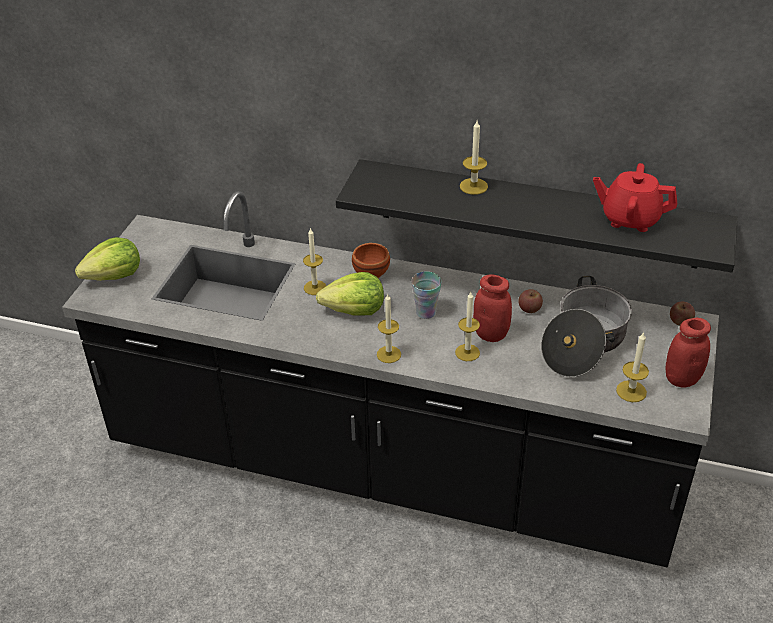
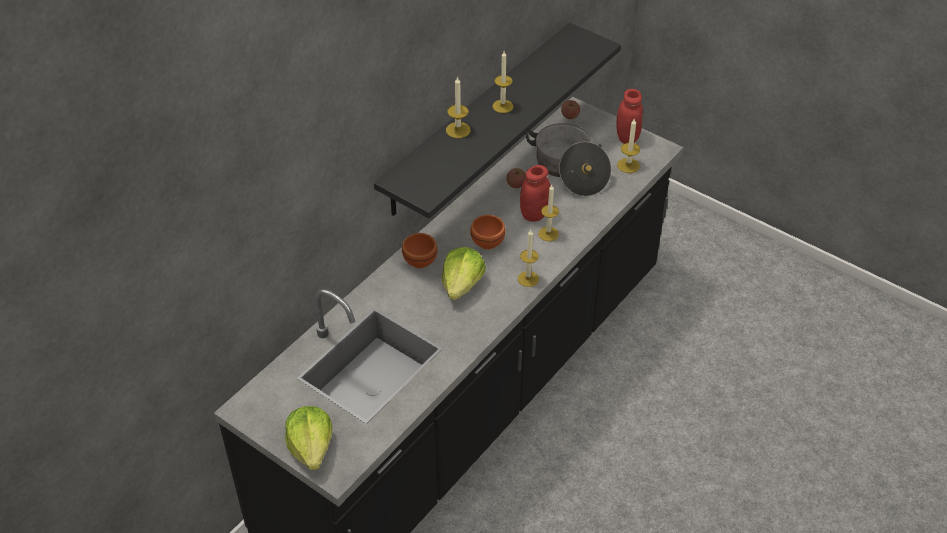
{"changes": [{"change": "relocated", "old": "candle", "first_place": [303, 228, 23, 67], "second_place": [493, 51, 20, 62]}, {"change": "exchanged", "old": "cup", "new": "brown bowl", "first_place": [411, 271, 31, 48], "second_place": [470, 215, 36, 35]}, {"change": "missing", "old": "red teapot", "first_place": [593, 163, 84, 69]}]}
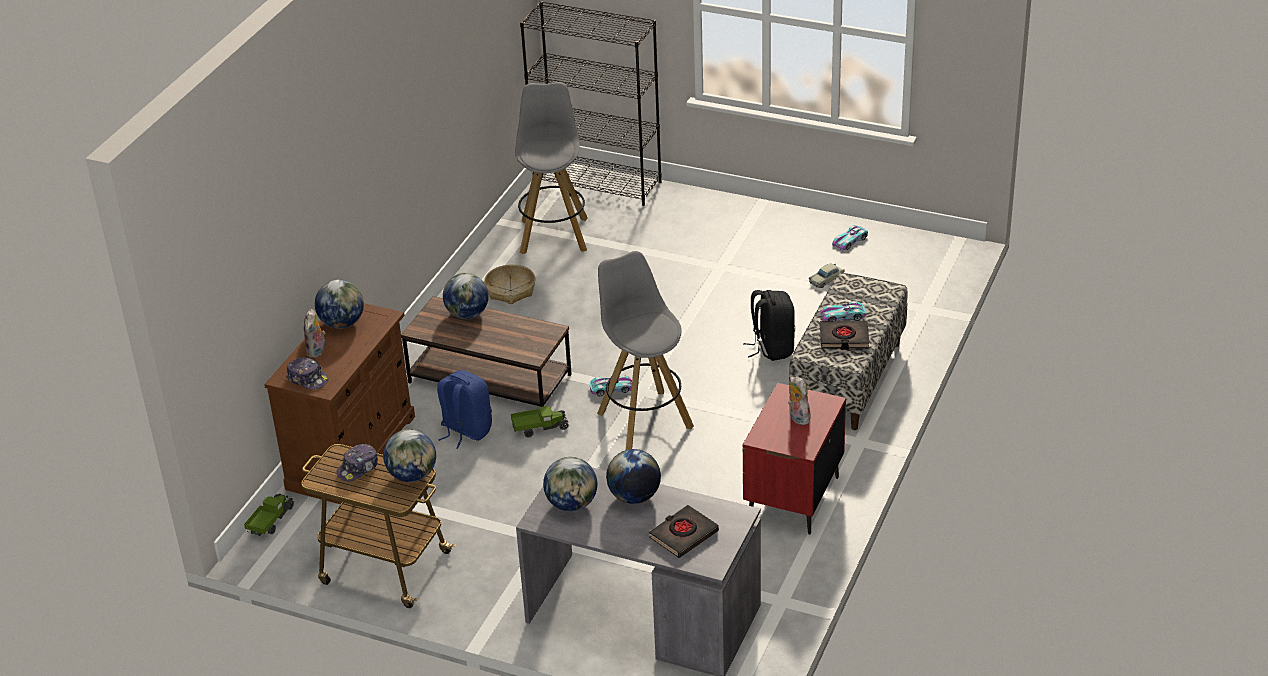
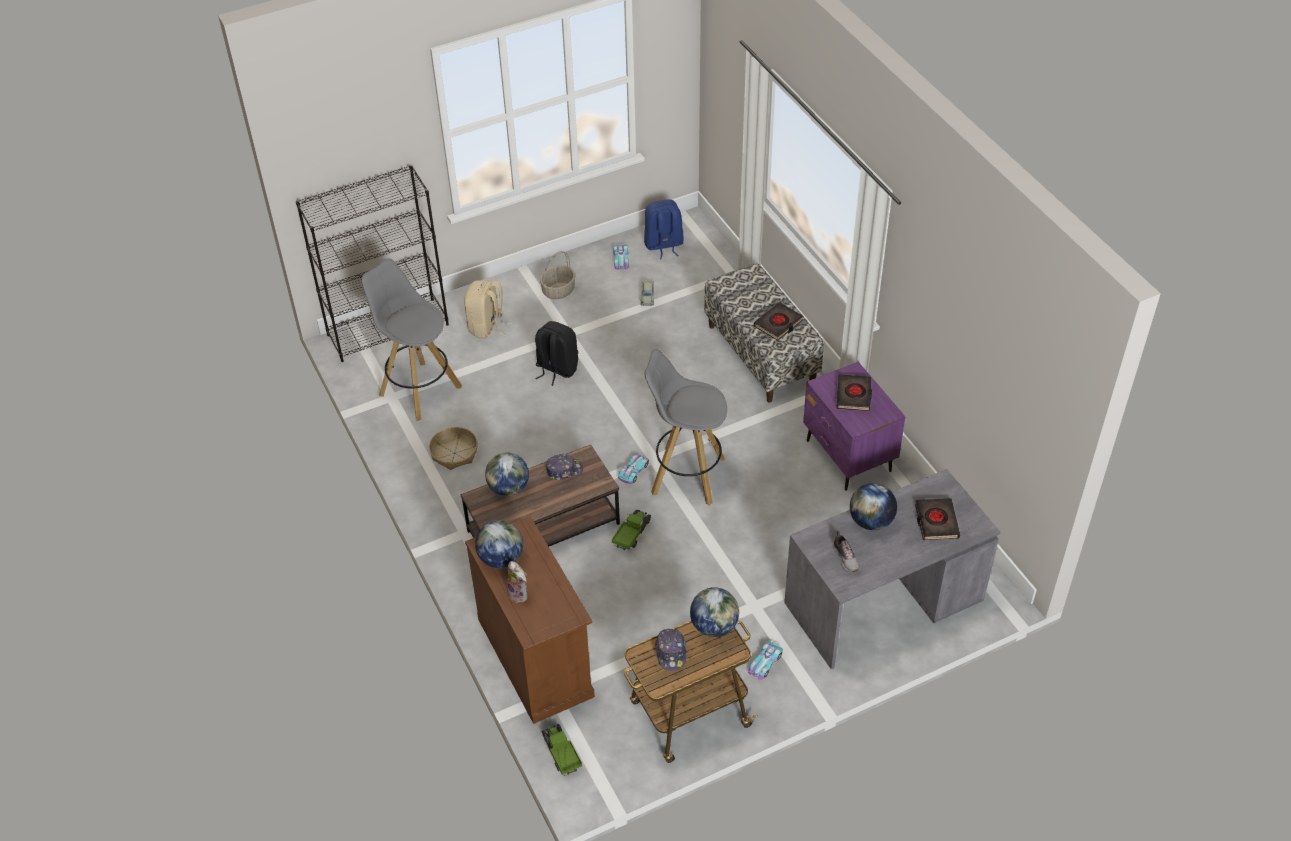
{"changes": [{"change": "relocated", "old": "cap", "first_place": [286, 357, 43, 32], "second_place": [546, 454, 37, 26]}, {"change": "relocated", "old": "blue backpack", "first_place": [437, 370, 55, 79], "second_place": [644, 199, 40, 60]}, {"change": "exchanged", "old": "globe", "new": "shoe", "first_place": [543, 457, 54, 55], "second_place": [833, 531, 27, 41]}, {"change": "relocated", "old": "black backpack", "first_place": [743, 290, 52, 71], "second_place": [535, 321, 43, 65]}, {"change": "colour", "old": "red nightstand", "new": "purple nightstand", "first_place": [743, 383, 103, 152], "second_place": [803, 362, 102, 129]}, {"change": "exchanged", "old": "plush toy", "new": "black book", "first_place": [788, 376, 22, 49], "second_place": [836, 374, 36, 37]}, {"change": "relocated", "old": "toy car", "first_place": [821, 301, 45, 20], "second_place": [748, 641, 35, 39]}, {"change": "appeared", "new": "beige backpack", "second_place": [464, 280, 48, 59]}, {"change": "appeared", "new": "basket", "second_place": [540, 251, 35, 48]}]}
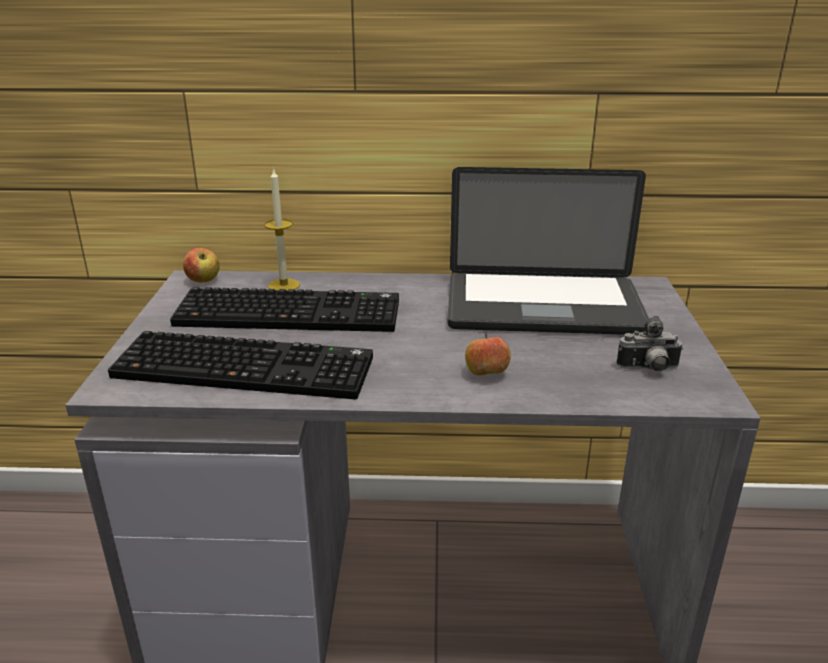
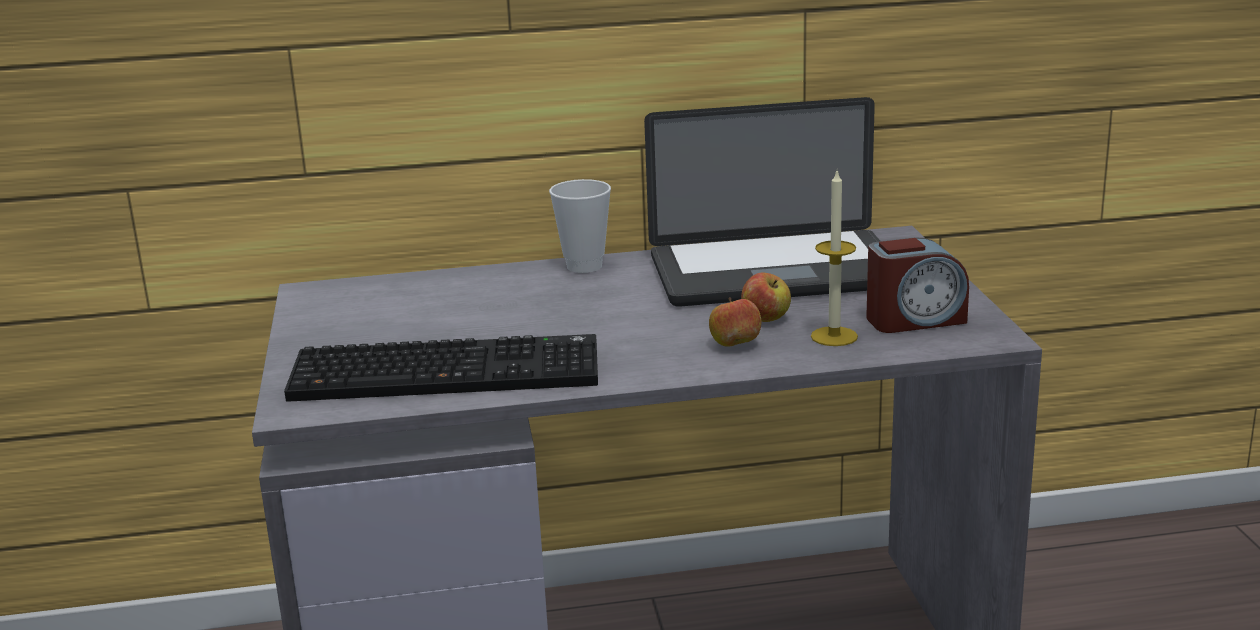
{"changes": [{"change": "missing", "old": "keyboard", "first_place": [170, 287, 229, 45]}, {"change": "relocated", "old": "apple", "first_place": [183, 248, 37, 35], "second_place": [741, 273, 50, 49]}, {"change": "relocated", "old": "candle", "first_place": [264, 168, 36, 122], "second_place": [811, 171, 47, 175]}, {"change": "exchanged", "old": "photo camera", "new": "alarm clock", "first_place": [616, 316, 67, 56], "second_place": [866, 238, 103, 95]}, {"change": "appeared", "new": "cup", "second_place": [549, 179, 62, 94]}]}
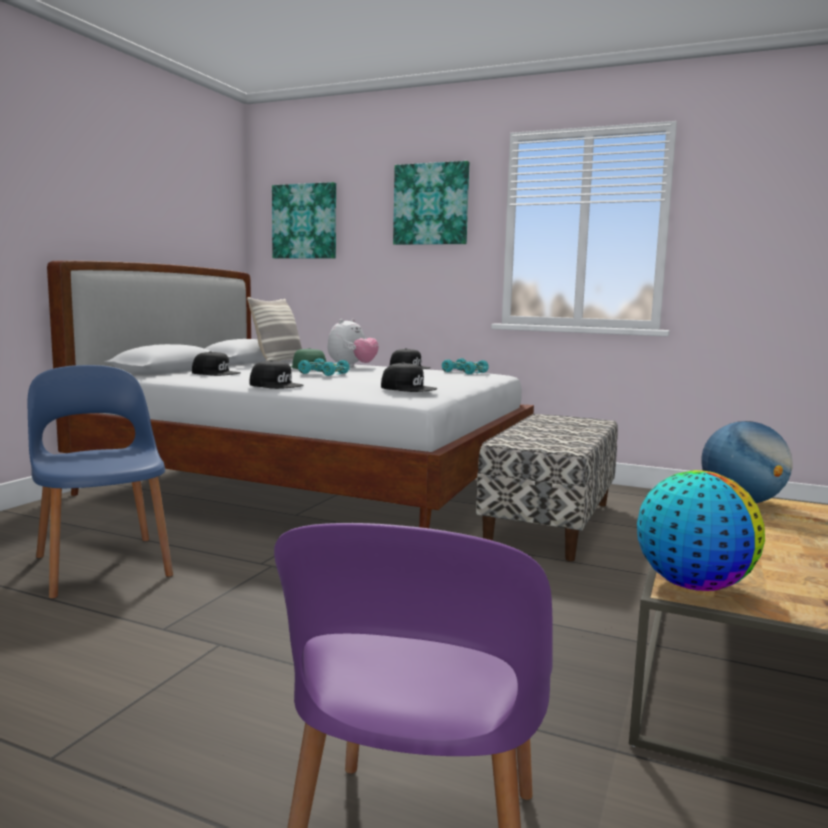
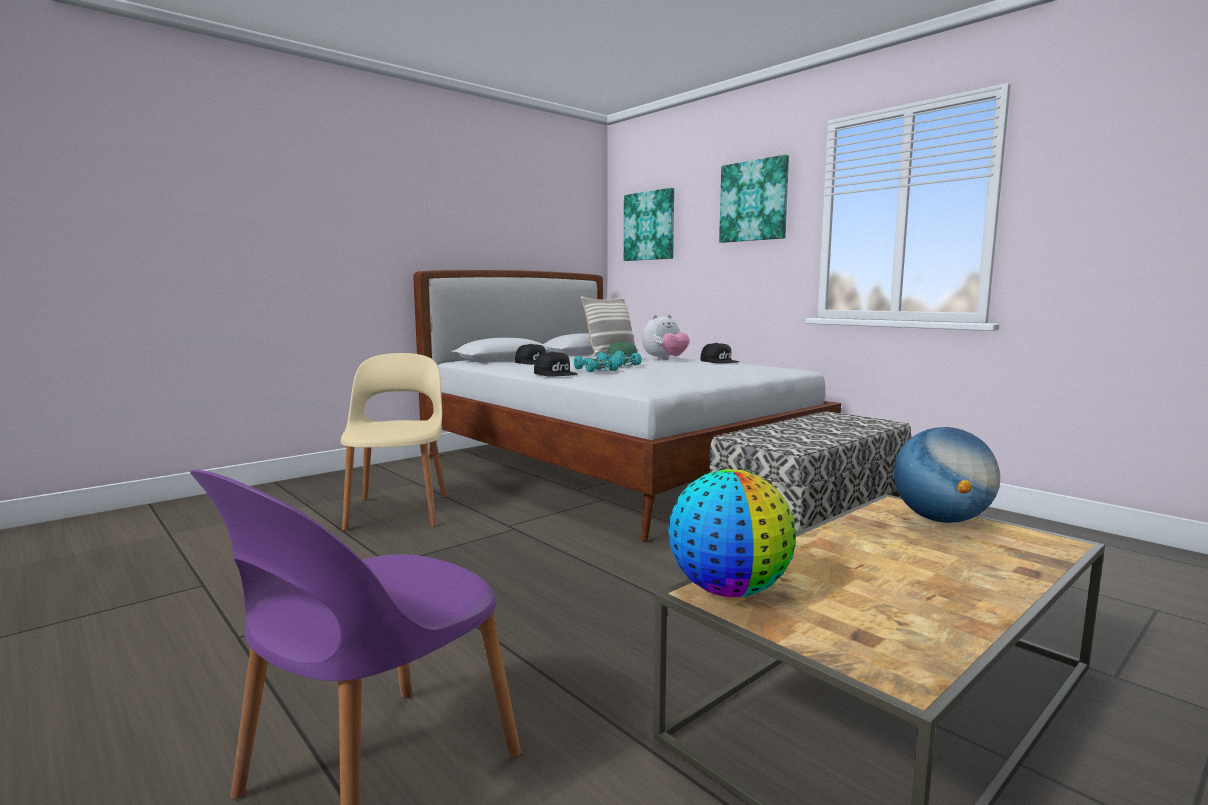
{"changes": [{"change": "colour", "old": "blue chair", "new": "beige chair", "first_place": [28, 365, 145, 234], "second_place": [341, 353, 106, 178]}, {"change": "missing", "old": "black cap", "first_place": [381, 362, 56, 30]}, {"change": "relocated", "old": "turquoise toy car", "first_place": [442, 358, 47, 16], "second_place": [574, 355, 45, 17]}]}
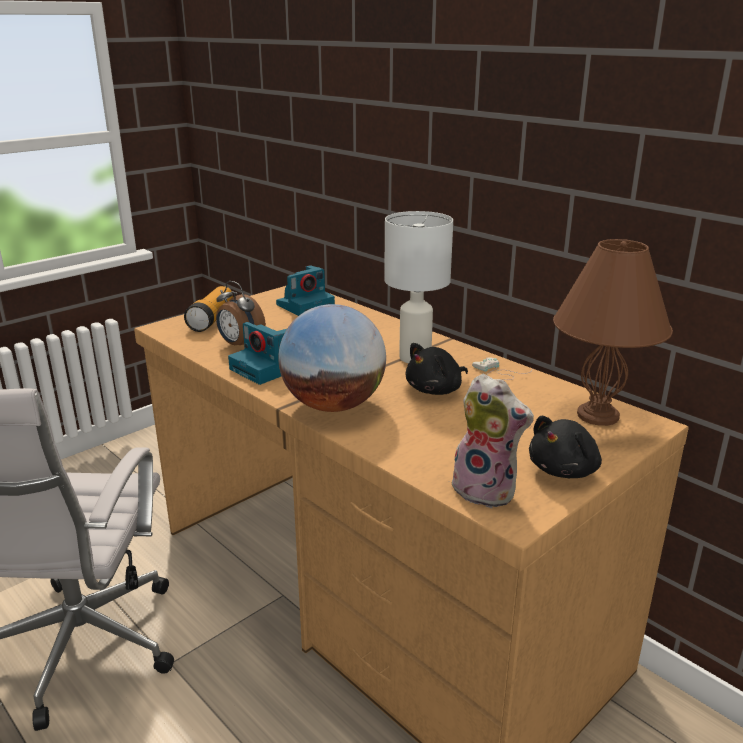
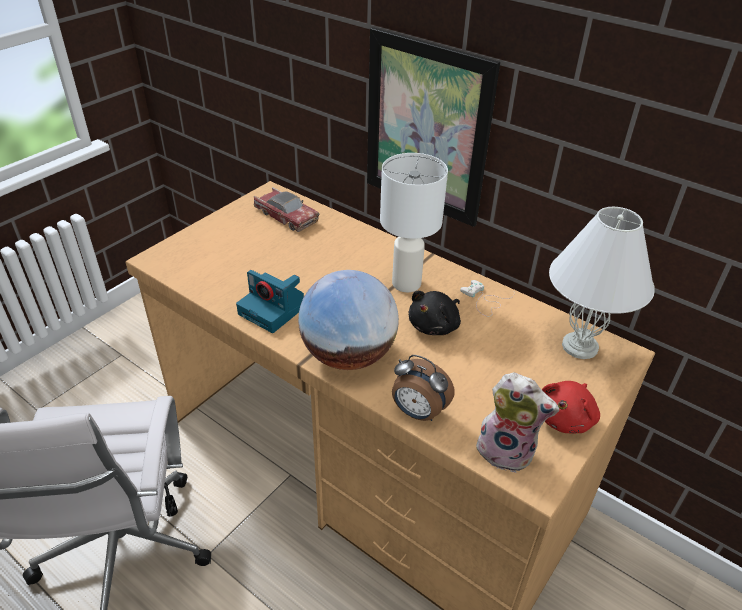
{"changes": [{"change": "missing", "old": "flashlight", "first_place": [184, 286, 49, 46]}, {"change": "relocated", "old": "alarm clock", "first_place": [216, 281, 50, 64], "second_place": [392, 355, 63, 66]}, {"change": "exchanged", "old": "photo camera", "new": "toy car", "first_place": [276, 265, 59, 51], "second_place": [254, 187, 65, 45]}, {"change": "colour", "old": "black plush toy", "new": "red plush toy", "first_place": [529, 416, 73, 62], "second_place": [542, 381, 58, 52]}, {"change": "colour", "old": "brown table lamp", "new": "white table lamp", "first_place": [553, 239, 120, 187], "second_place": [549, 207, 106, 152]}, {"change": "appeared", "new": "picture", "second_place": [367, 27, 133, 200]}]}
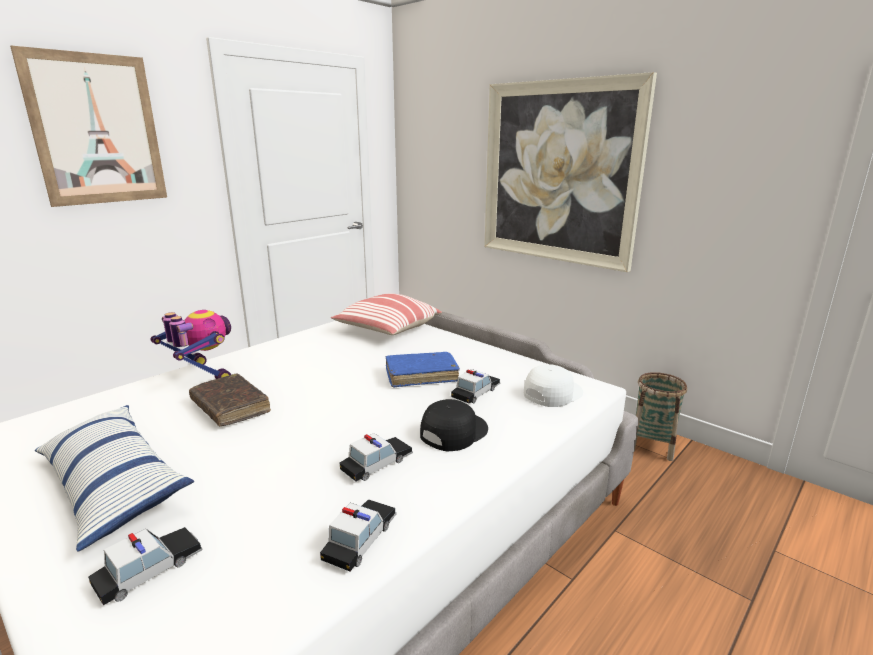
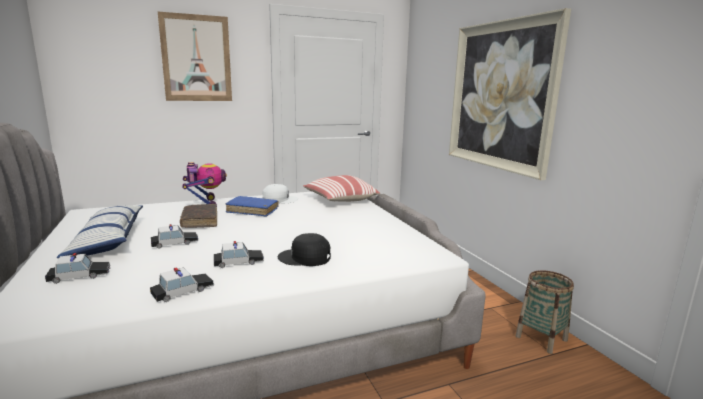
{"changes": [{"change": "relocated", "old": "blue book", "first_place": [386, 352, 74, 36], "second_place": [225, 196, 54, 20]}, {"change": "spun", "old": "black cap", "first_place": [420, 399, 68, 52], "second_place": [278, 233, 53, 33], "degrees": -150}, {"change": "relocated", "old": "toy car", "first_place": [451, 369, 49, 34], "second_place": [151, 224, 47, 25]}, {"change": "relocated", "old": "white cap", "first_place": [524, 364, 59, 43], "second_place": [262, 184, 36, 20]}]}
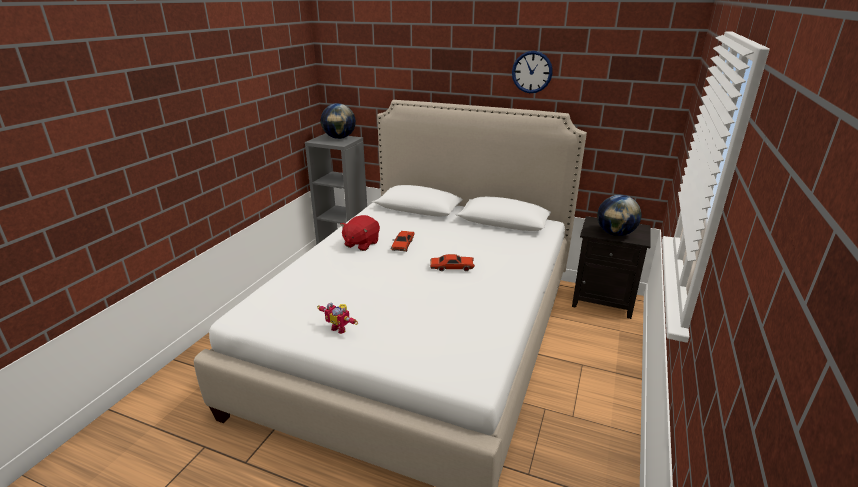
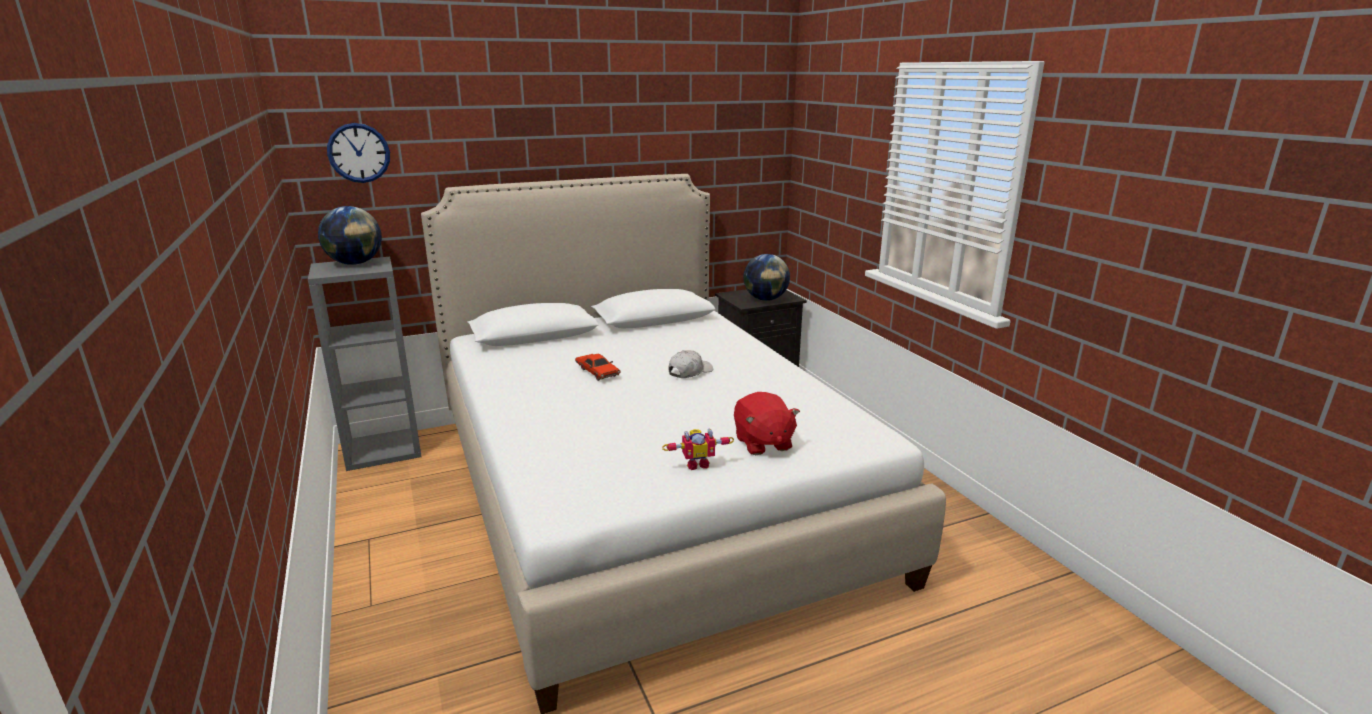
{"changes": [{"change": "relocated", "old": "red plush toy", "first_place": [340, 215, 40, 36], "second_place": [734, 392, 66, 63]}, {"change": "exchanged", "old": "red toy car", "new": "white cap", "first_place": [430, 254, 45, 17], "second_place": [668, 350, 45, 28]}, {"change": "relocated", "old": "wall clock", "first_place": [512, 51, 41, 42], "second_place": [327, 123, 63, 60]}]}
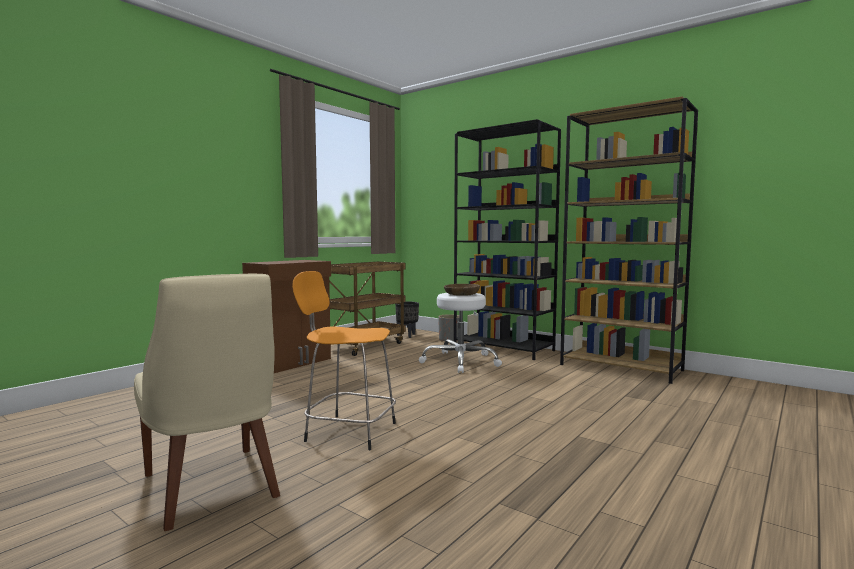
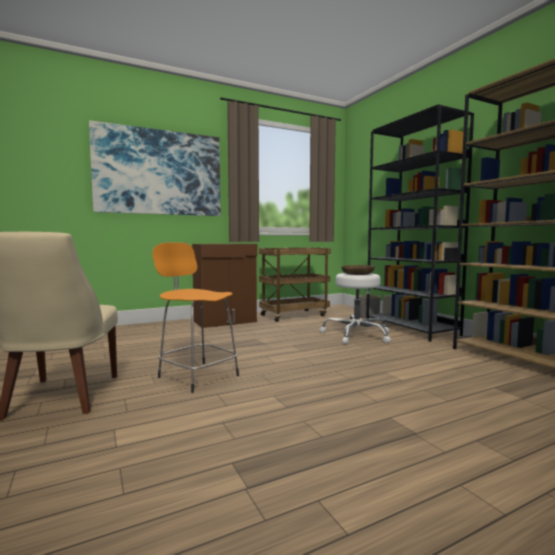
{"changes": [{"change": "missing", "old": "black planter", "first_place": [395, 301, 24, 37]}, {"change": "appeared", "new": "picture", "second_place": [89, 120, 131, 96]}]}
